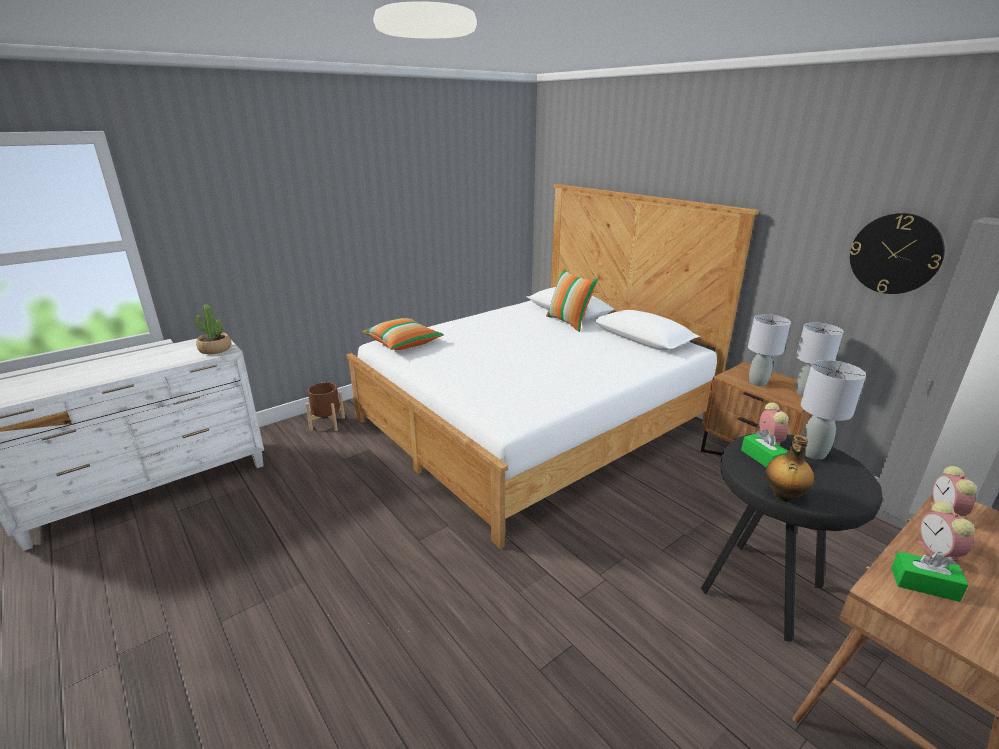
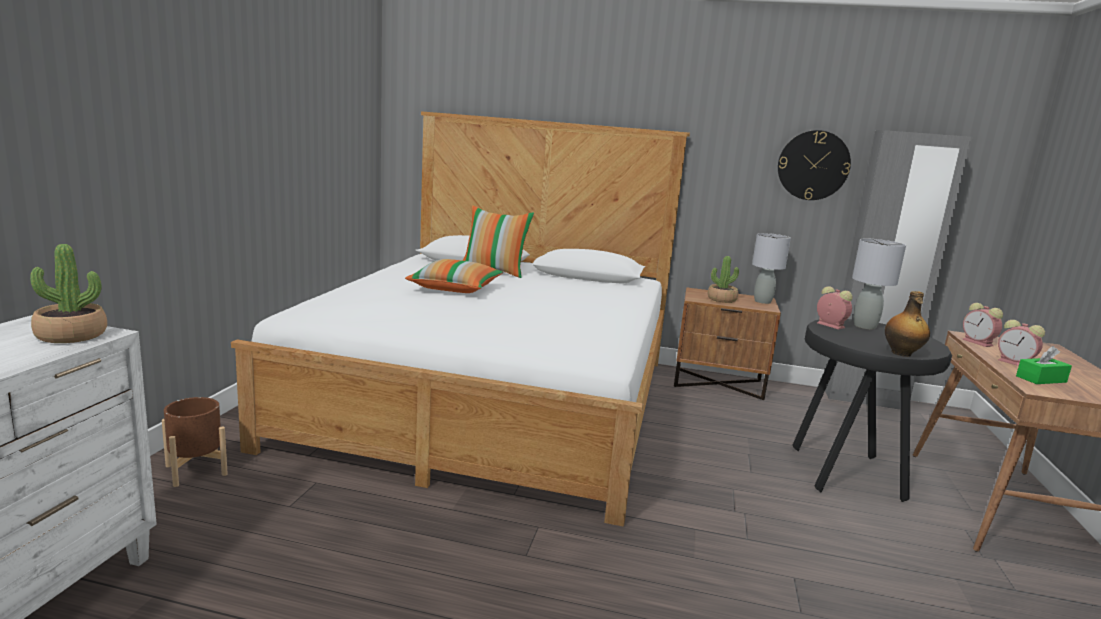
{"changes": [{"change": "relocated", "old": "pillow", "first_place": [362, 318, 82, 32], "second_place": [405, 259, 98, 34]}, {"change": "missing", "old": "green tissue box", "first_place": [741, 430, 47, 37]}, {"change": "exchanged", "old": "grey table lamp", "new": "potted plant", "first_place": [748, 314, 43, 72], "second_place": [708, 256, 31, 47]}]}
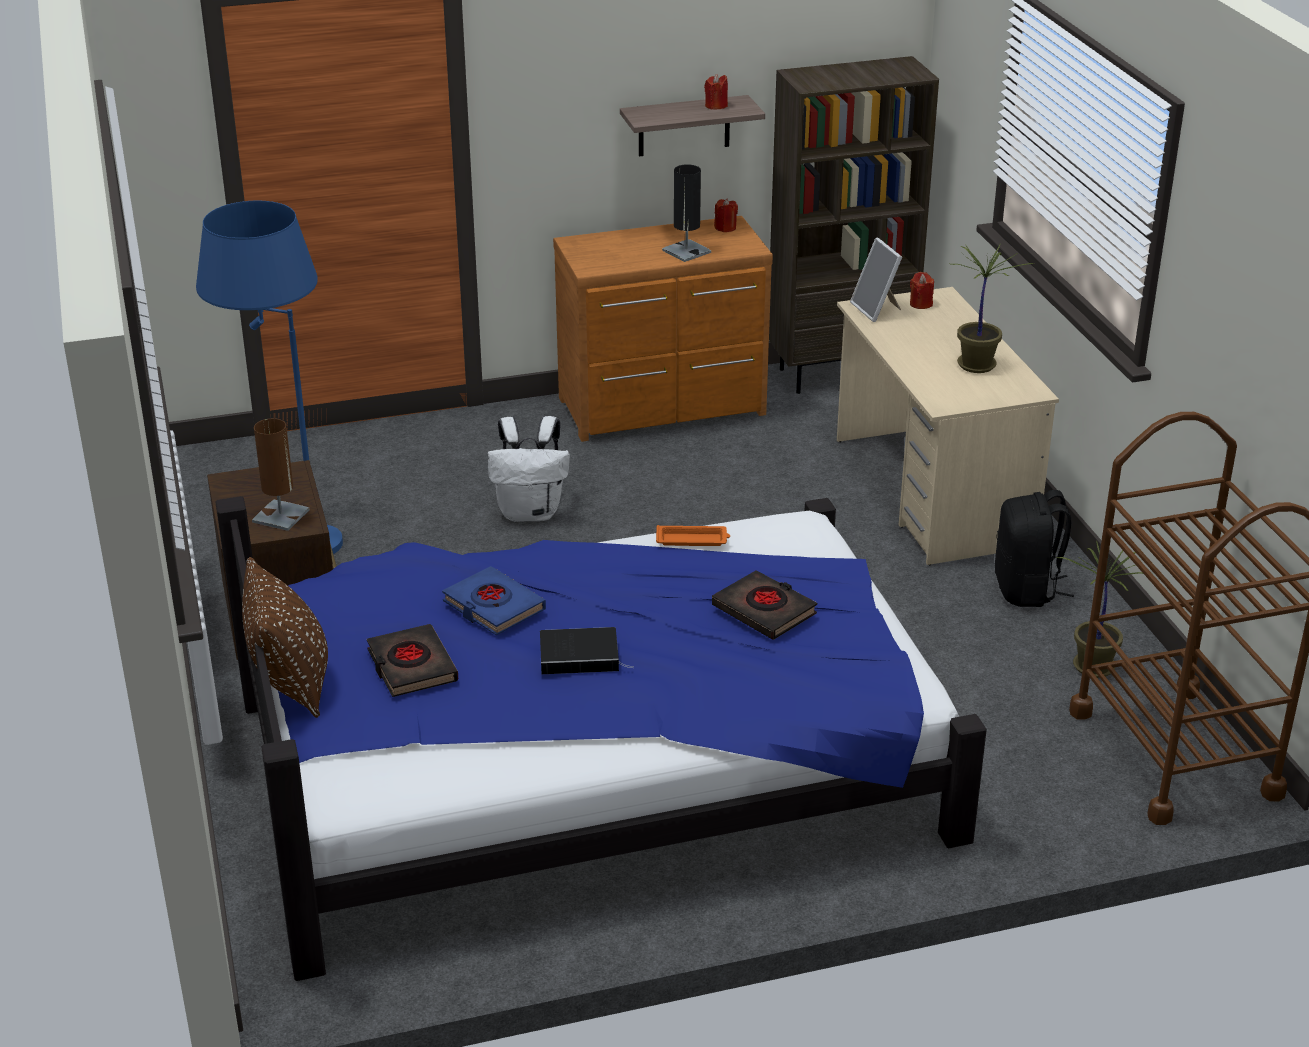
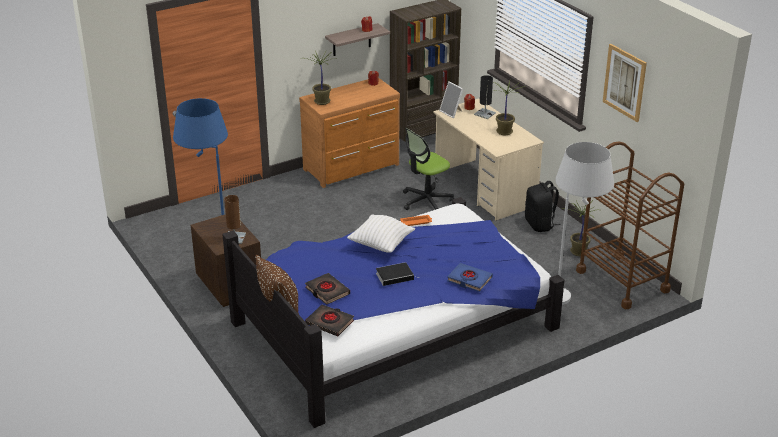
{"changes": [{"change": "relocated", "old": "blue book", "first_place": [442, 566, 104, 69], "second_place": [447, 263, 46, 29]}, {"change": "missing", "old": "white backpack", "first_place": [488, 416, 82, 106]}, {"change": "relocated", "old": "black table lamp", "first_place": [662, 164, 49, 98], "second_place": [474, 75, 22, 44]}, {"change": "relocated", "old": "black book", "first_place": [712, 570, 105, 70], "second_place": [305, 305, 49, 31]}, {"change": "appeared", "new": "potted plant", "second_place": [305, 51, 32, 54]}, {"change": "appeared", "new": "white pillow", "second_place": [347, 214, 68, 39]}, {"change": "appeared", "new": "office chair", "second_place": [403, 128, 51, 82]}, {"change": "appeared", "new": "white floor lamp", "second_place": [555, 142, 59, 163]}, {"change": "appeared", "new": "picture", "second_place": [603, 44, 44, 78]}]}
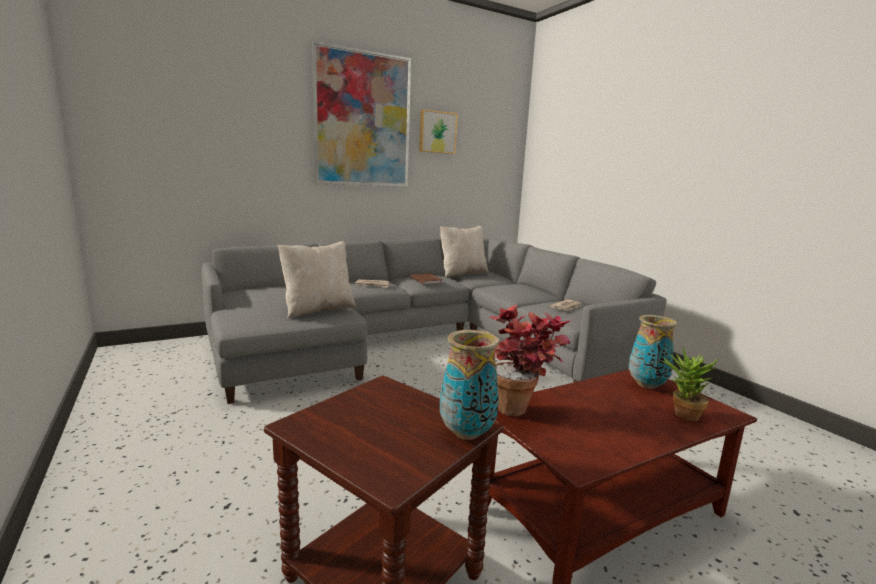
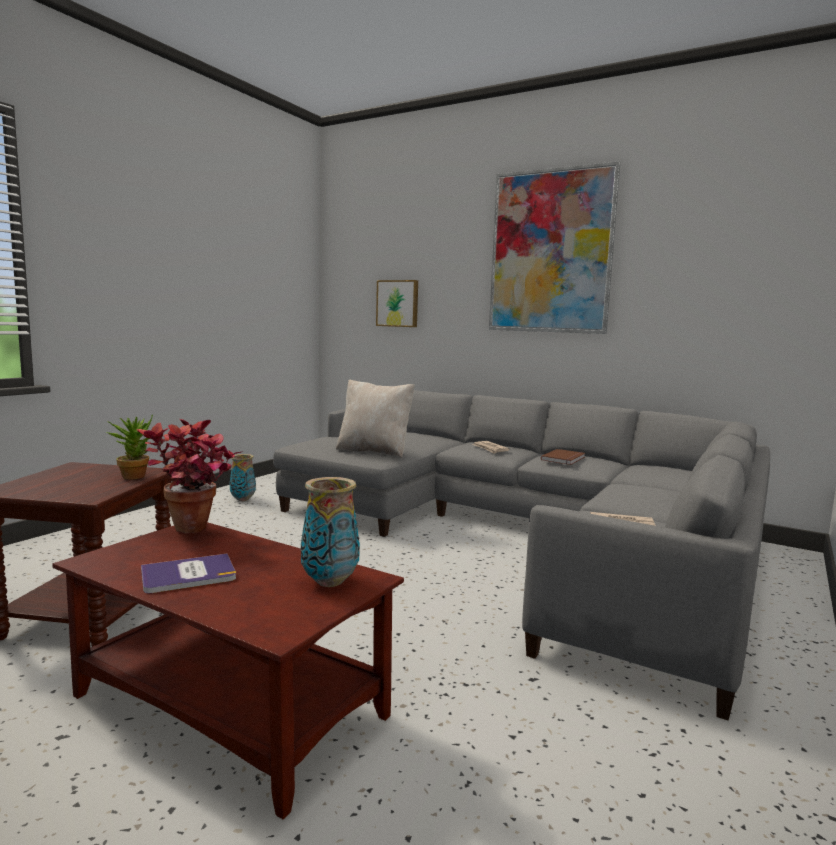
{"changes": [{"change": "relocated", "old": "picture", "first_place": [419, 109, 39, 45], "second_place": [376, 280, 42, 47]}, {"change": "missing", "old": "beige pillow", "first_place": [440, 226, 49, 51]}, {"change": "relocated", "old": "vase", "first_place": [440, 330, 59, 110], "second_place": [230, 454, 26, 47]}, {"change": "relocated", "old": "potted plant", "first_place": [663, 347, 55, 74], "second_place": [106, 414, 47, 65]}, {"change": "appeared", "new": "book", "second_place": [141, 554, 95, 39]}]}
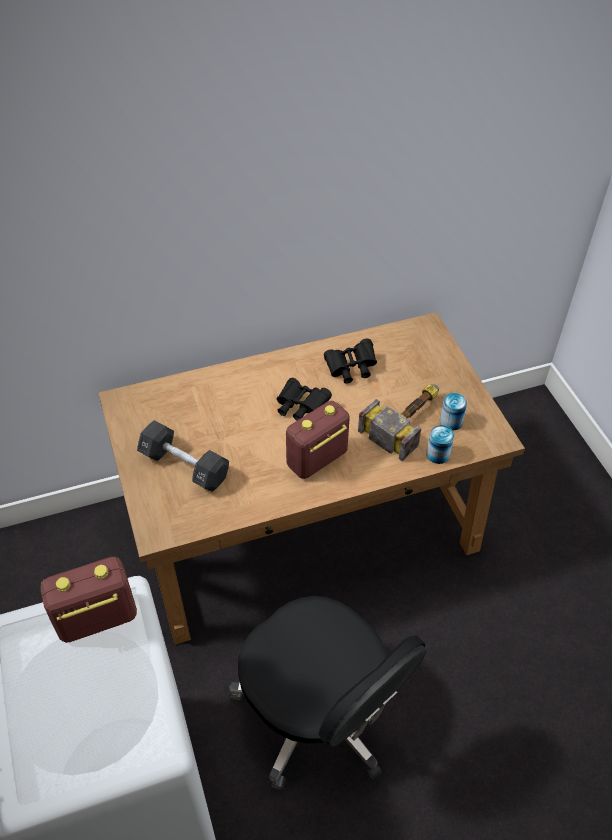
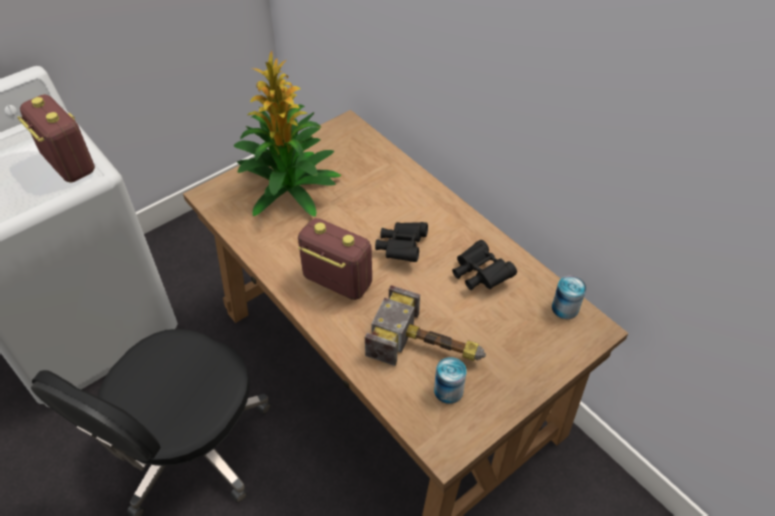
{"changes": [{"change": "exchanged", "old": "black dumbbell", "new": "potted plant", "first_place": [137, 420, 92, 72], "second_place": [234, 51, 107, 166]}, {"change": "relocated", "old": "can", "first_place": [426, 425, 28, 39], "second_place": [552, 276, 34, 43]}]}
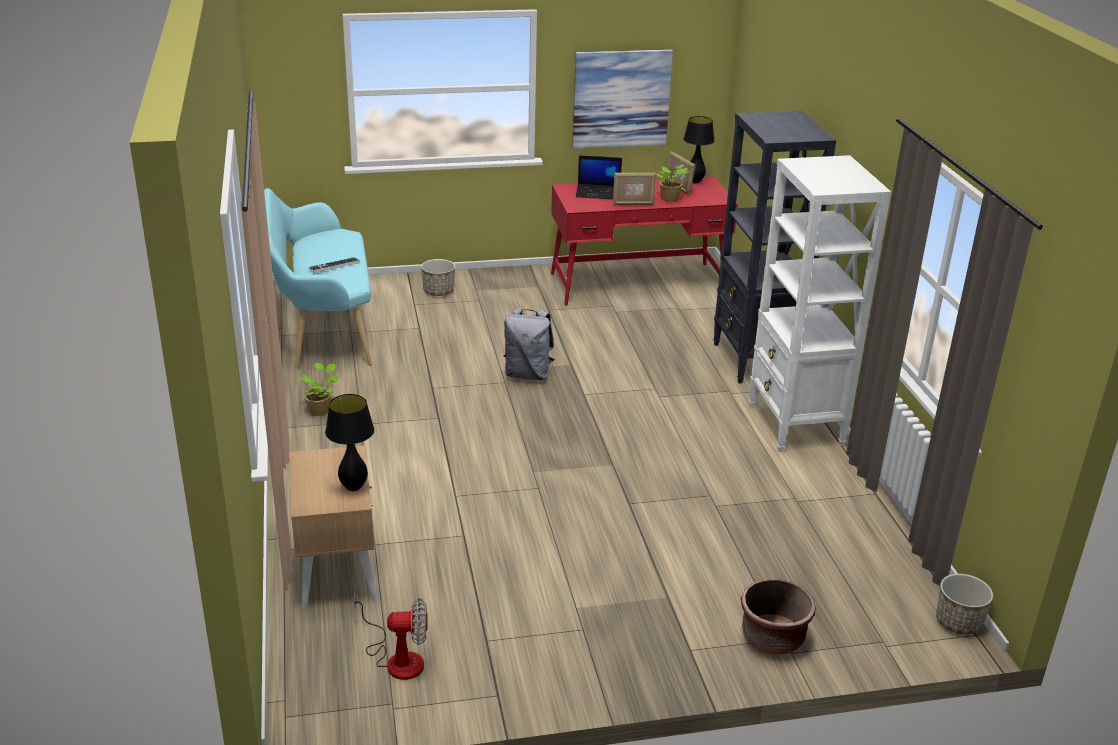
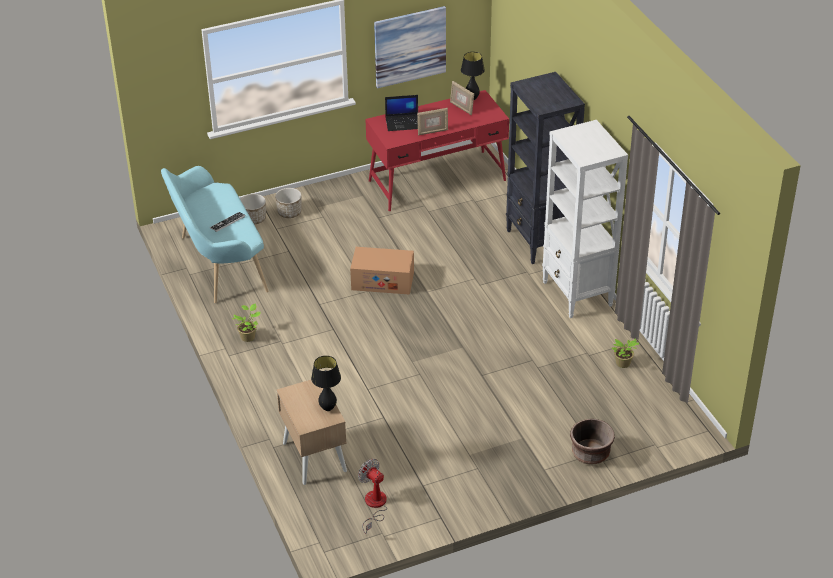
{"changes": [{"change": "spun", "old": "fan", "first_place": [354, 593, 73, 87], "second_place": [358, 459, 29, 75], "degrees": -120}, {"change": "exchanged", "old": "grey backpack", "new": "cardboard box", "first_place": [503, 308, 51, 72], "second_place": [350, 247, 64, 48]}, {"change": "relocated", "old": "potted plant", "first_place": [657, 165, 32, 37], "second_place": [612, 338, 28, 30]}, {"change": "relocated", "old": "planter", "first_place": [936, 574, 57, 61], "second_place": [240, 194, 26, 30]}]}
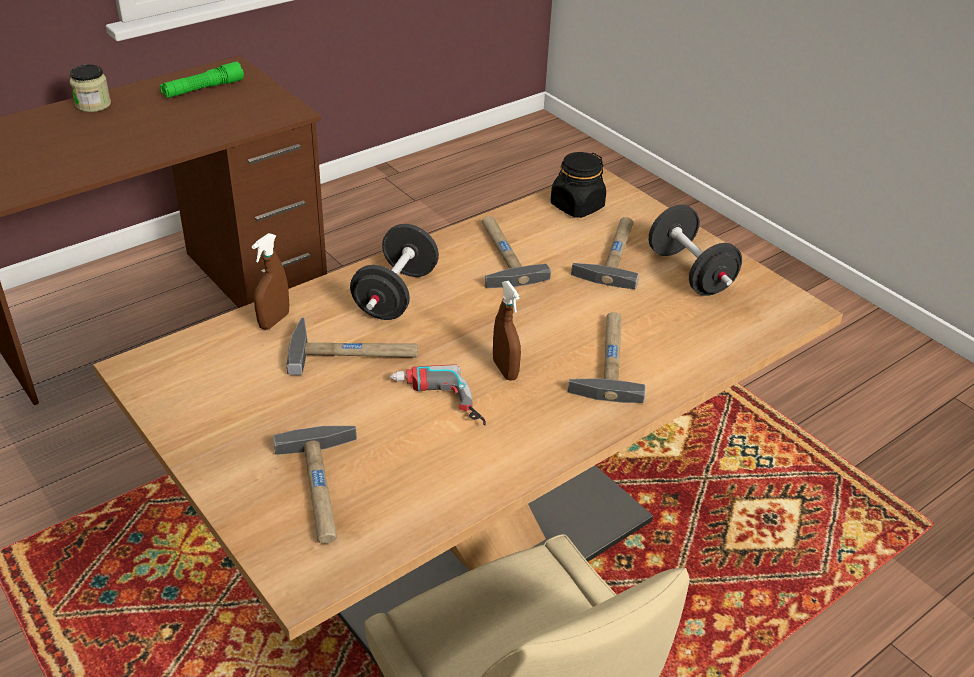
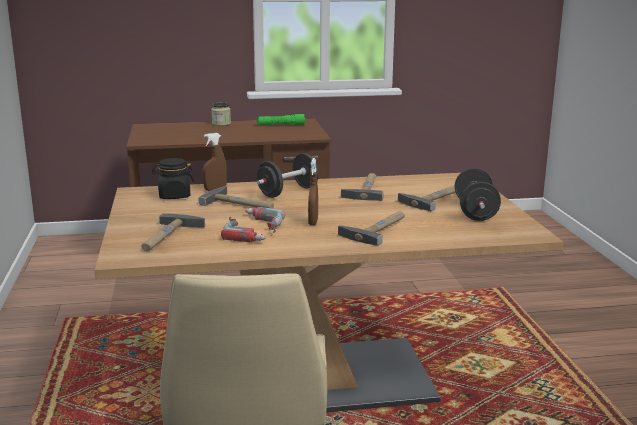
{"changes": [{"change": "relocated", "old": "black jar", "first_place": [551, 152, 55, 66], "second_place": [152, 158, 42, 41]}, {"change": "appeared", "new": "power drill", "second_place": [221, 217, 45, 25]}]}
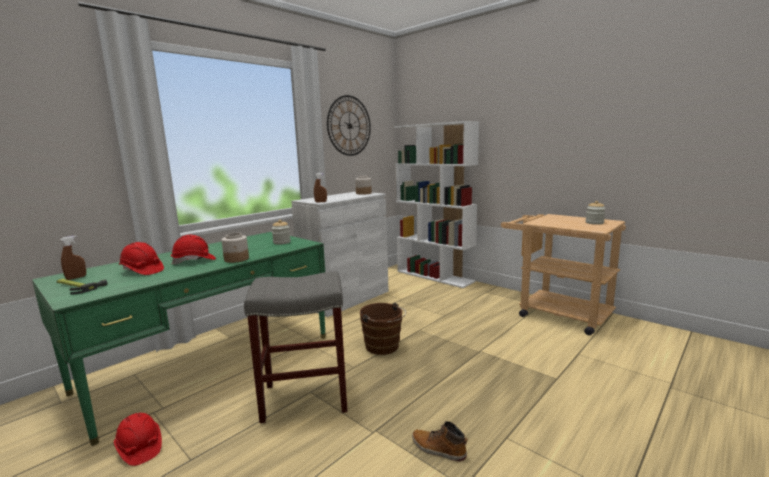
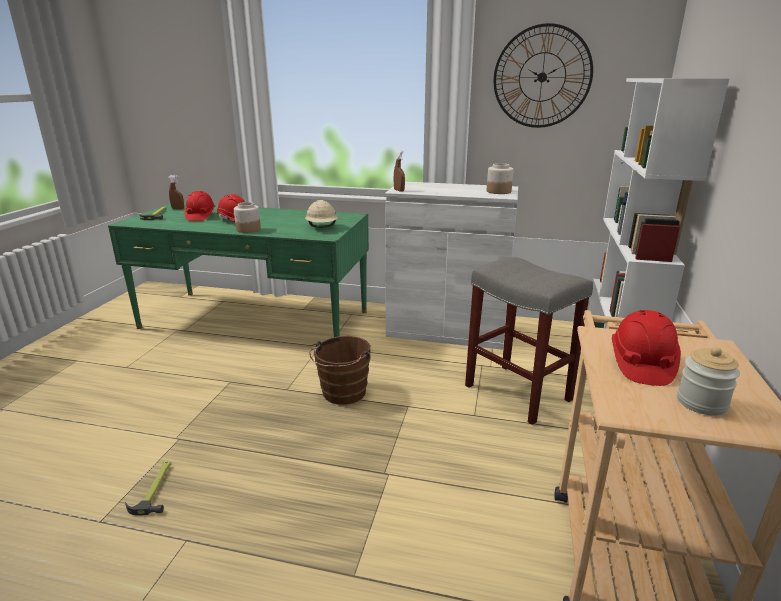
{"changes": [{"change": "relocated", "old": "red hard hat", "first_place": [114, 413, 48, 53], "second_place": [612, 310, 69, 76]}, {"change": "relocated", "old": "grey stool", "first_place": [244, 272, 103, 151], "second_place": [465, 257, 128, 168]}, {"change": "exchanged", "old": "jar", "new": "beige hard hat", "first_place": [272, 220, 19, 25], "second_place": [305, 200, 33, 28]}, {"change": "exchanged", "old": "boot", "new": "hammer", "first_place": [412, 421, 56, 41], "second_place": [125, 461, 47, 54]}]}
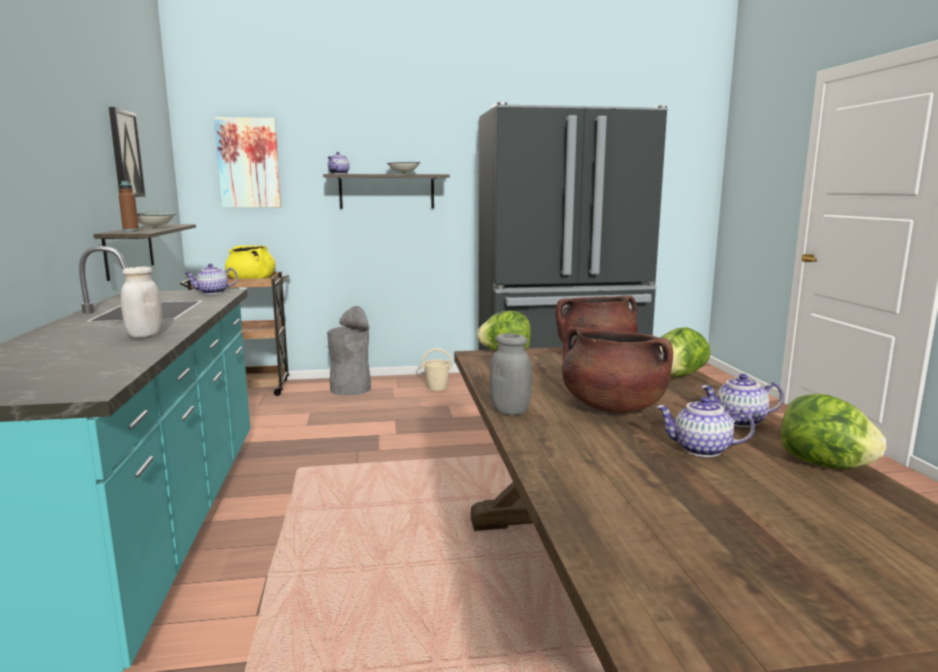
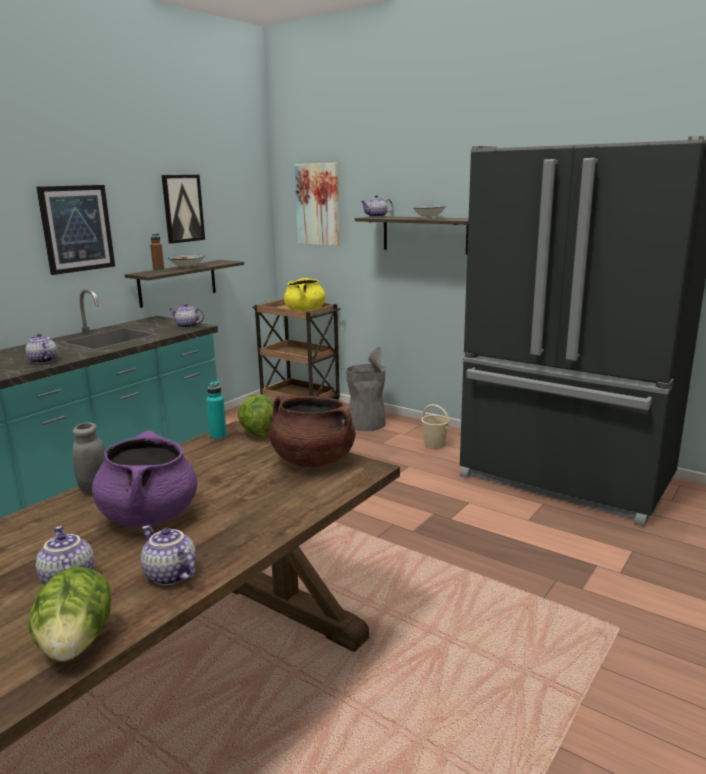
{"changes": [{"change": "exchanged", "old": "white jar", "new": "teapot", "first_place": [121, 266, 42, 71], "second_place": [26, 333, 31, 31]}, {"change": "colour", "old": "brown cooking pot", "new": "purple cooking pot", "first_place": [562, 327, 111, 86], "second_place": [92, 430, 105, 97]}, {"change": "missing", "old": "lettuce", "first_place": [659, 327, 52, 50]}, {"change": "appeared", "new": "picture", "second_place": [36, 185, 79, 90]}, {"change": "appeared", "new": "turquoise bottle", "second_place": [206, 381, 21, 59]}]}
